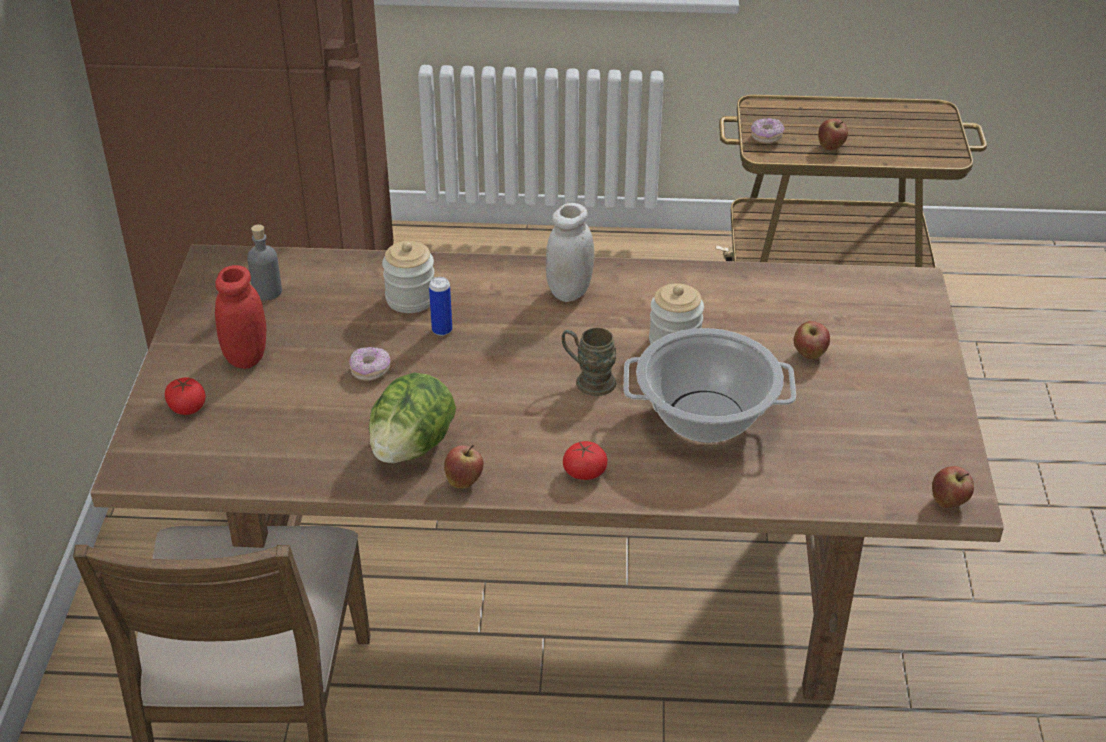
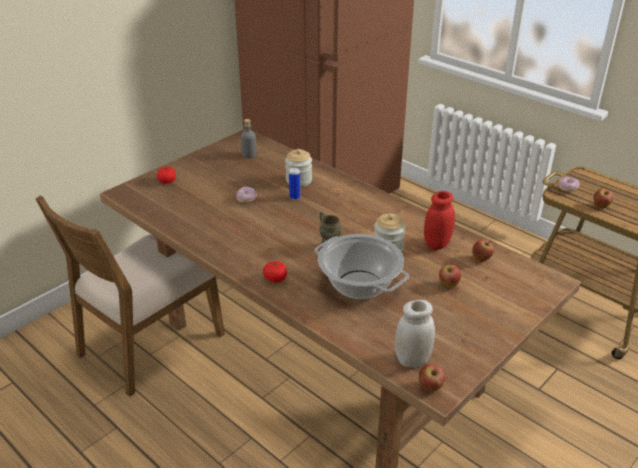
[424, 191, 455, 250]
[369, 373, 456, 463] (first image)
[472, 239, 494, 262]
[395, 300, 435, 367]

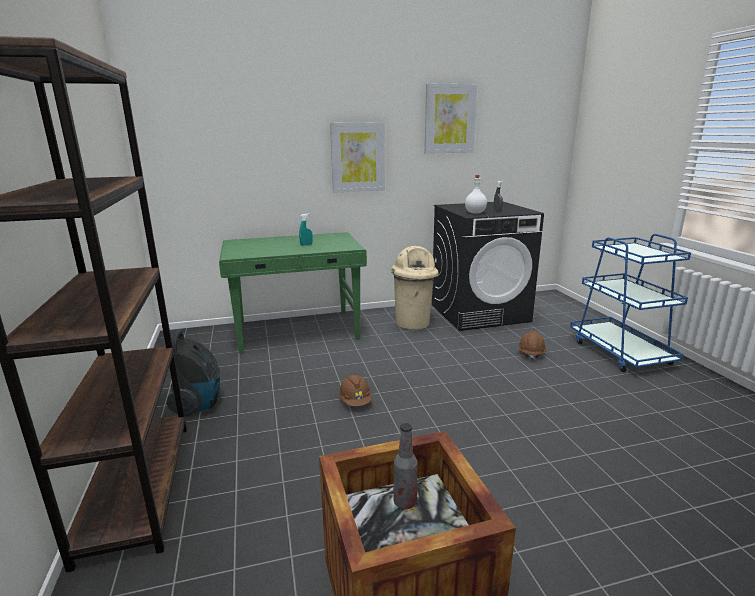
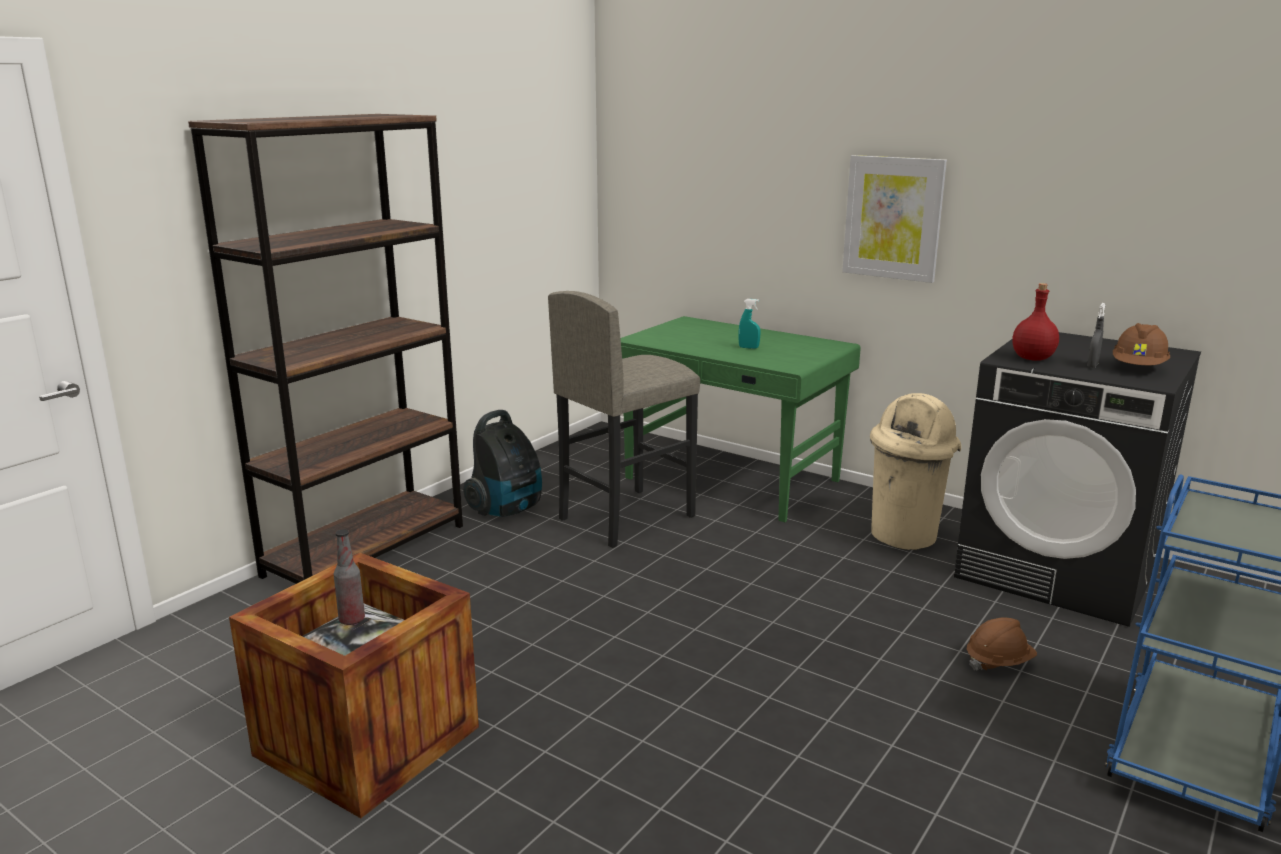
[1113, 323, 1170, 366]
[425, 84, 477, 154] (first image)
[1012, 283, 1059, 361]
[548, 291, 700, 548]

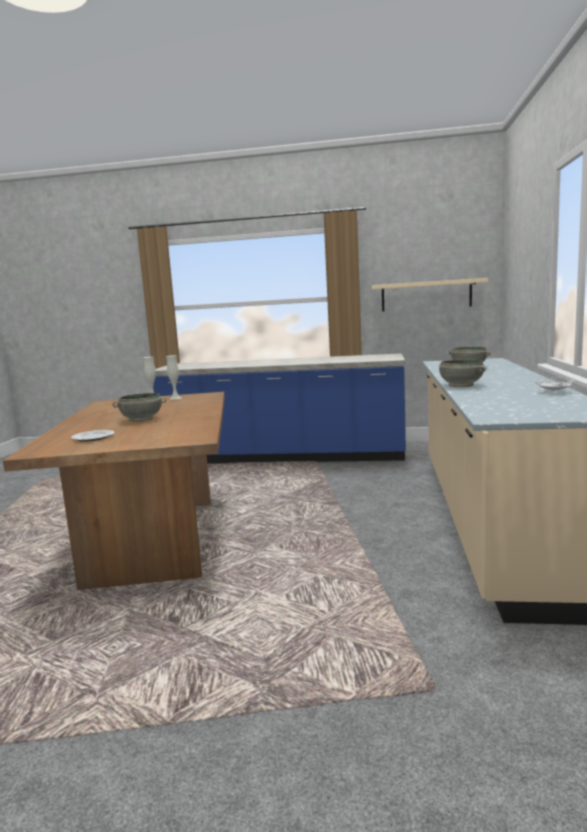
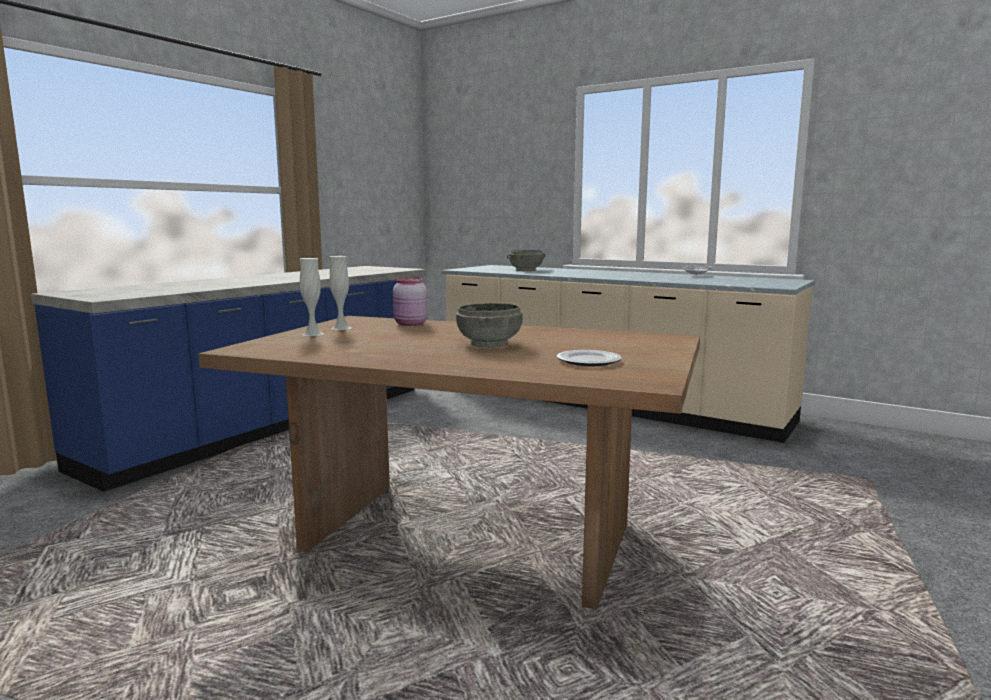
[372, 278, 488, 311] (first image)
[439, 359, 486, 387] (first image)
[393, 277, 428, 326]

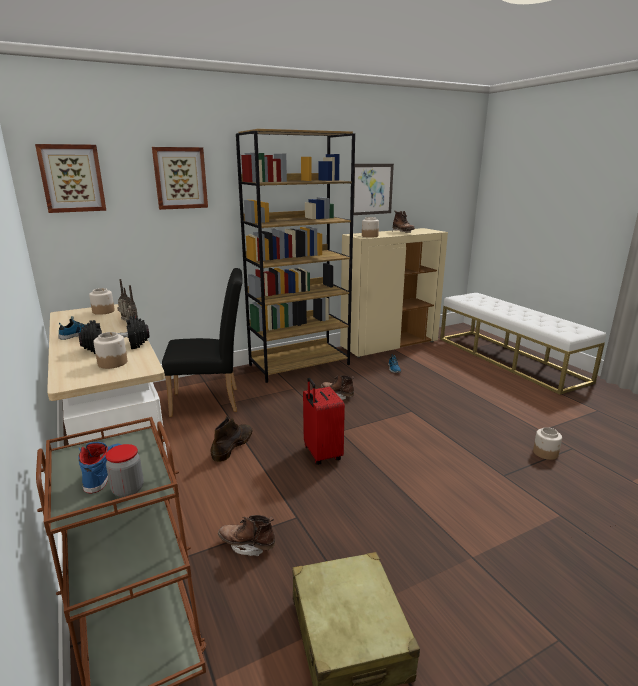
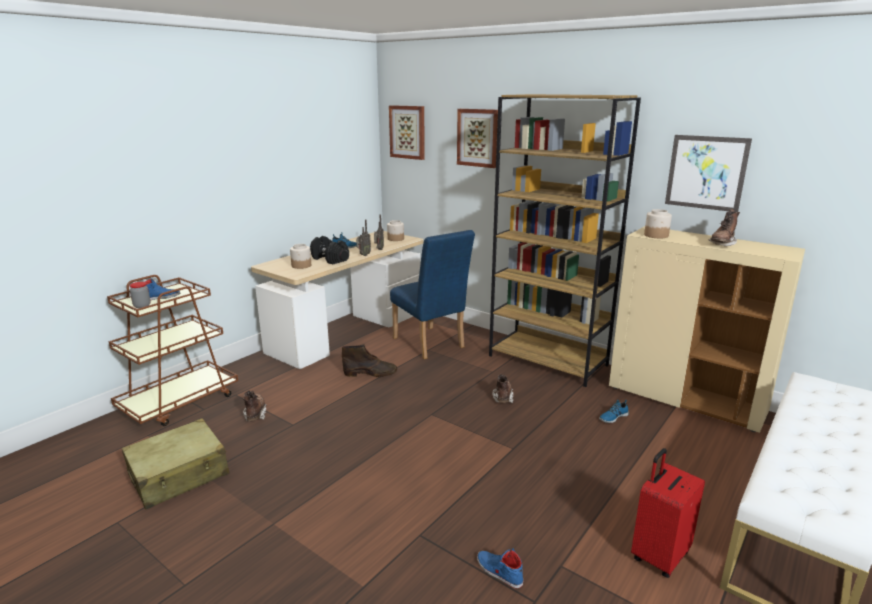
[390, 230, 475, 359]
[631, 448, 705, 578]
[477, 548, 524, 588]

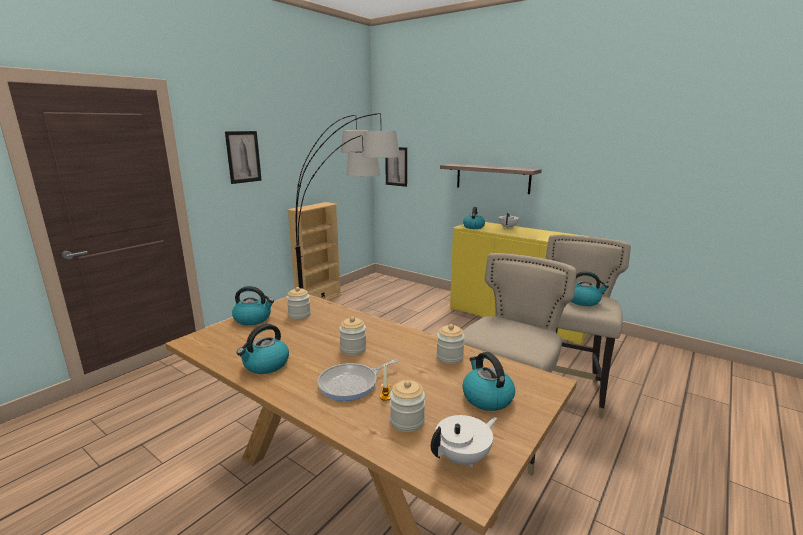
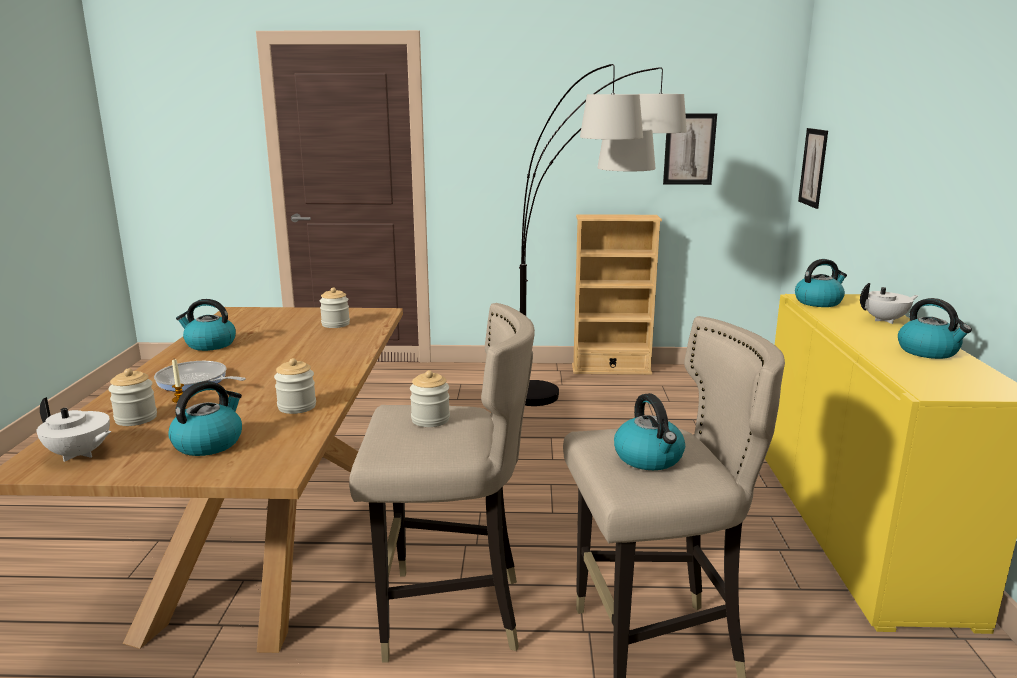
[663, 113, 717, 185]
[898, 298, 972, 359]
[410, 370, 450, 427]
[440, 164, 542, 194] (first image)

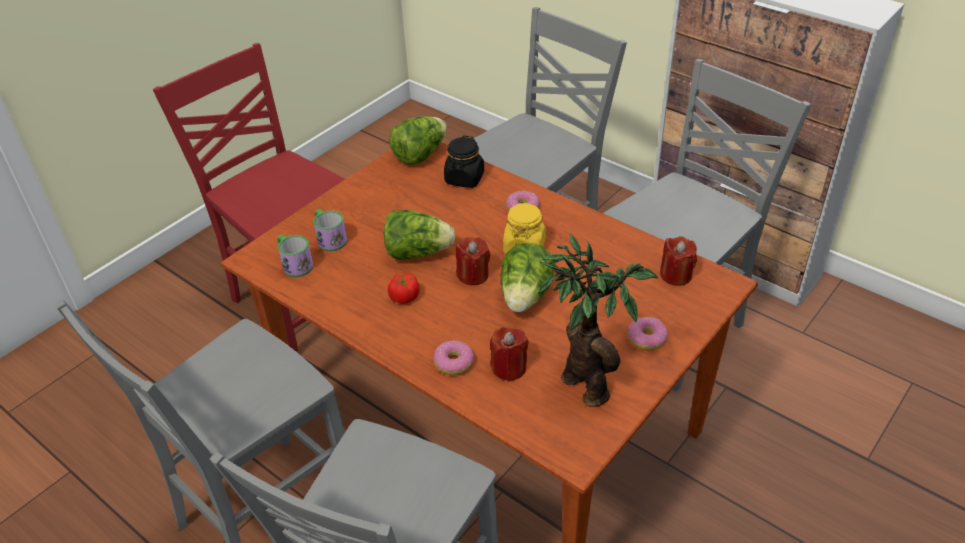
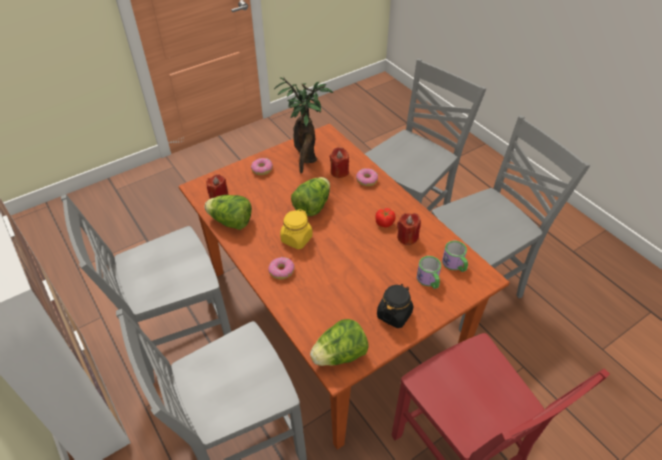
[204, 195, 252, 230]
[377, 284, 414, 328]
[397, 213, 421, 245]

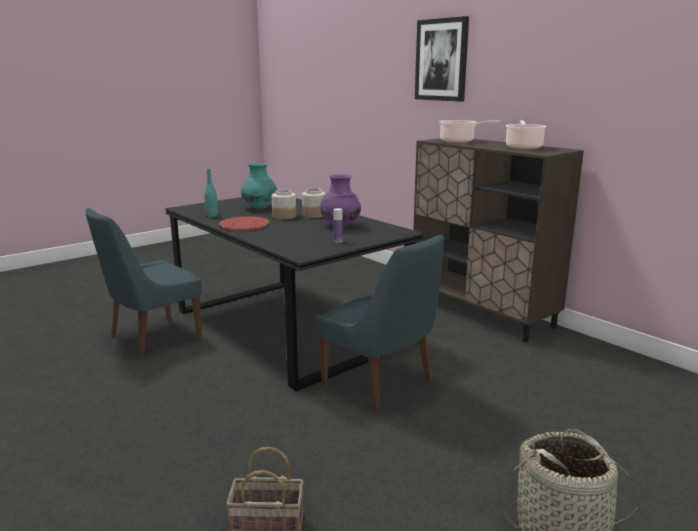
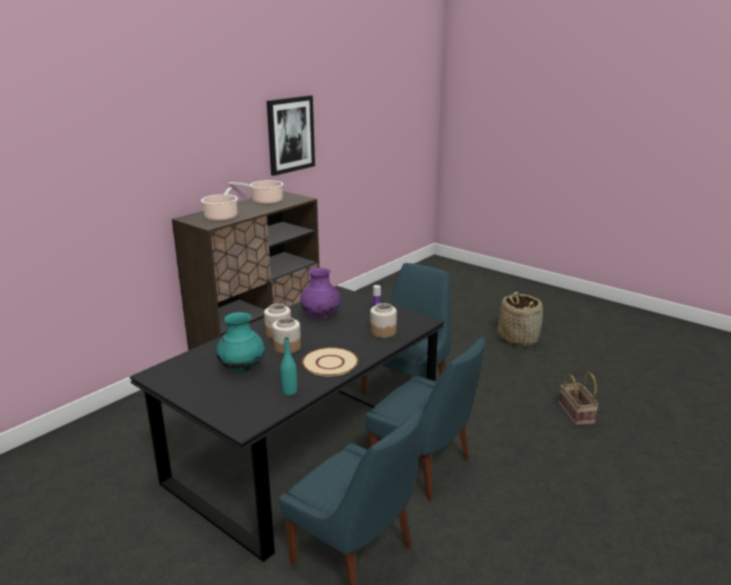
[302, 347, 358, 377]
[267, 95, 315, 176]
[365, 337, 486, 500]
[370, 303, 397, 338]

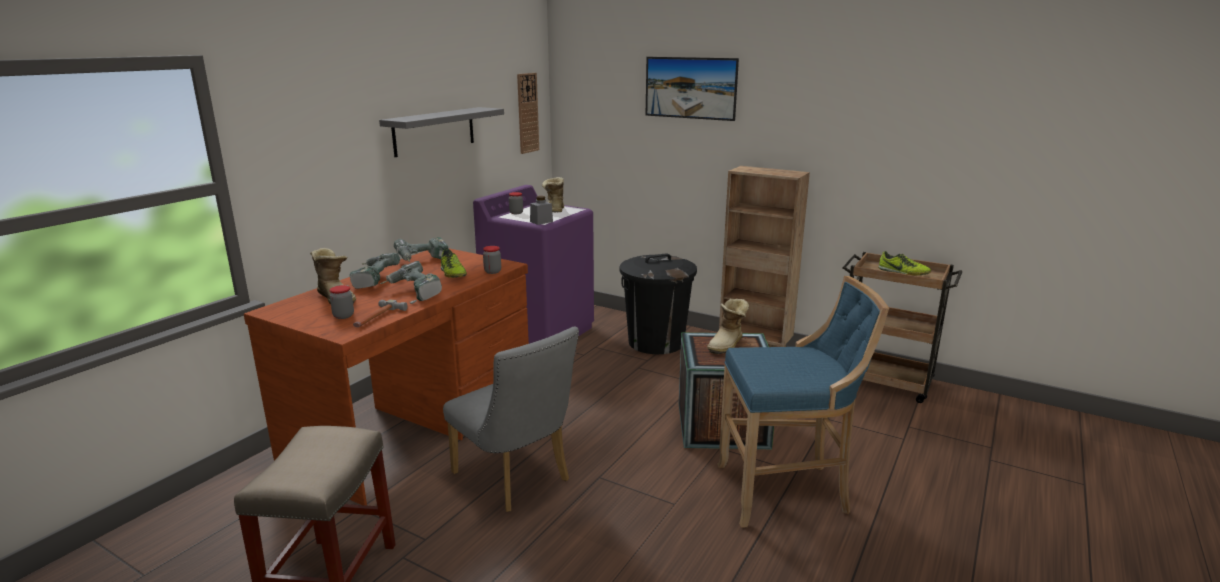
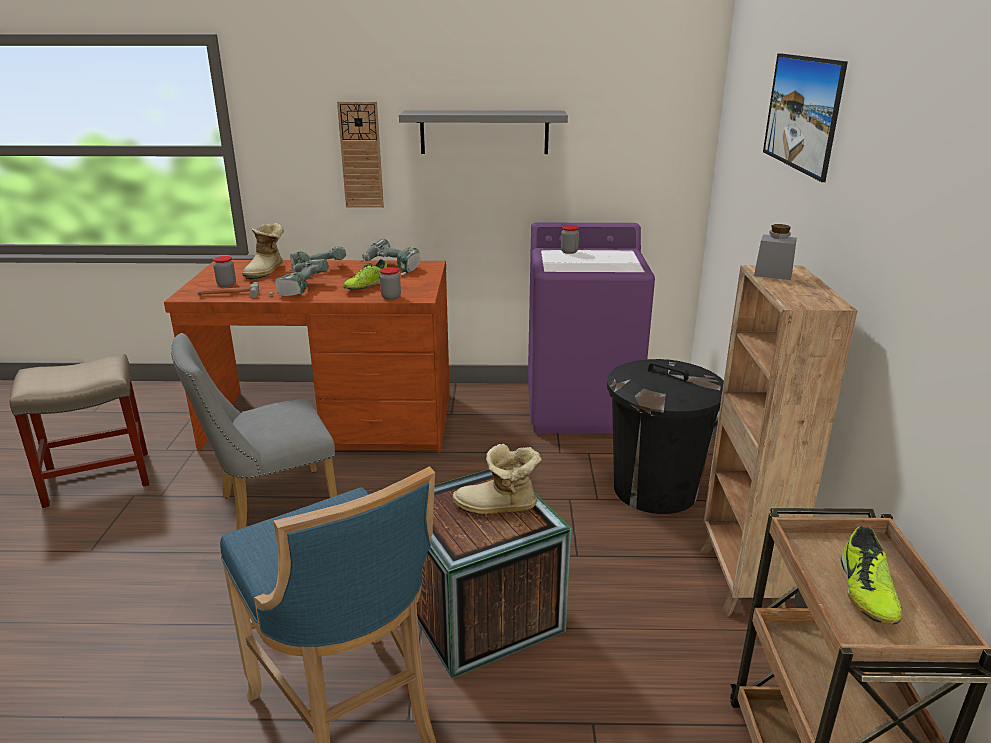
[171, 333, 337, 530]
[337, 101, 384, 208]
[754, 224, 797, 280]
[542, 177, 564, 213] (first image)

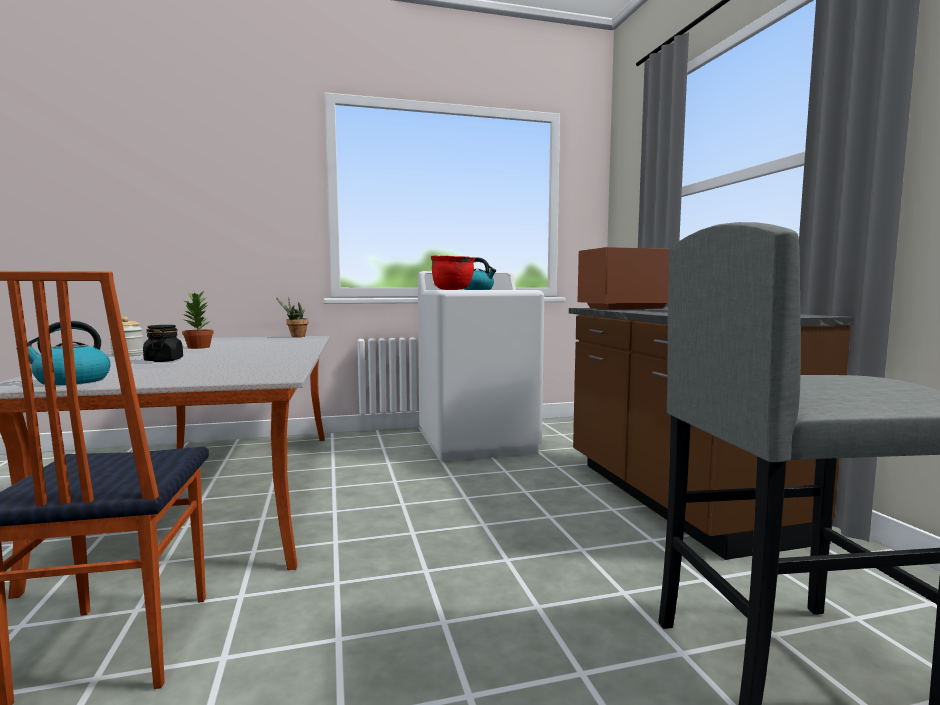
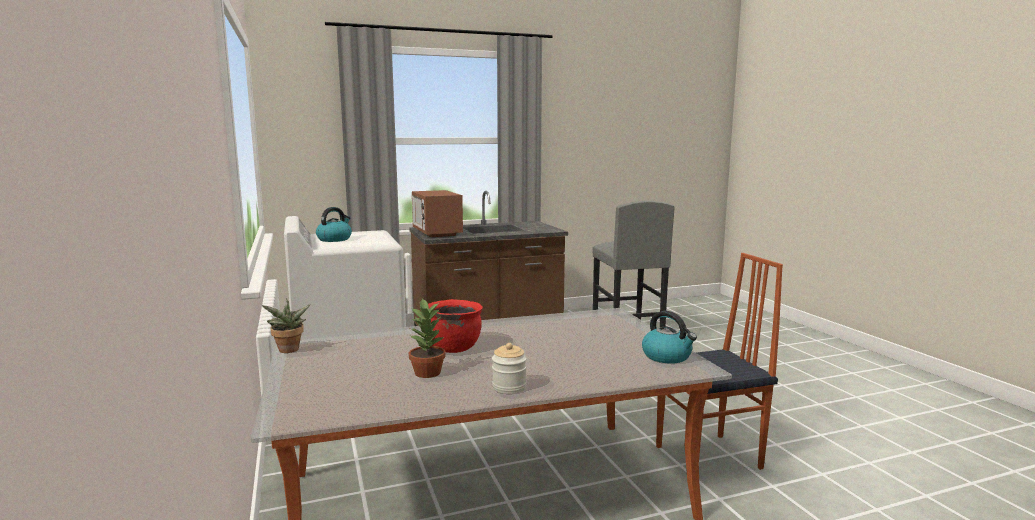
[143, 325, 183, 362] (first image)
[428, 299, 483, 353]

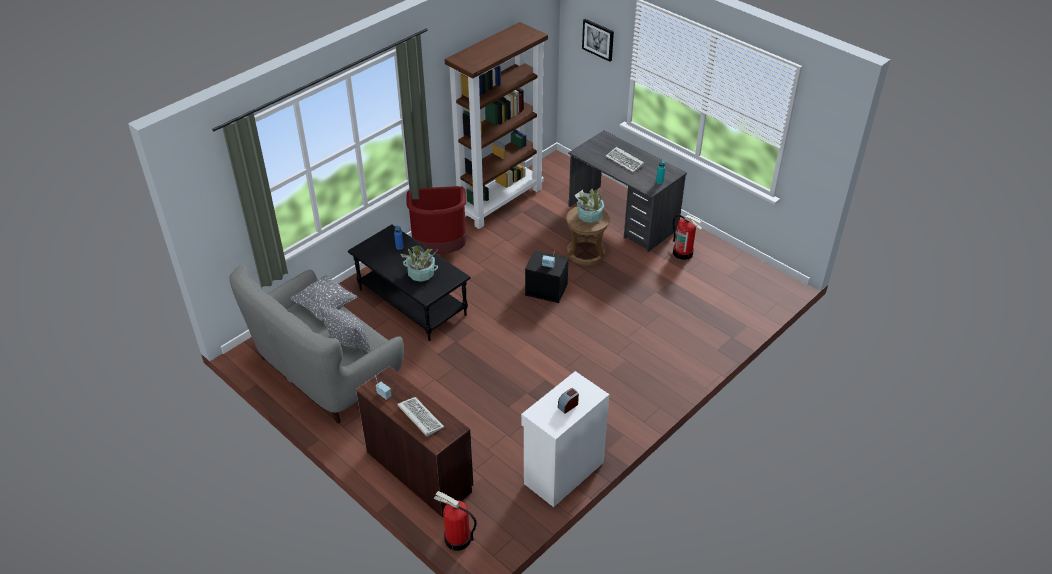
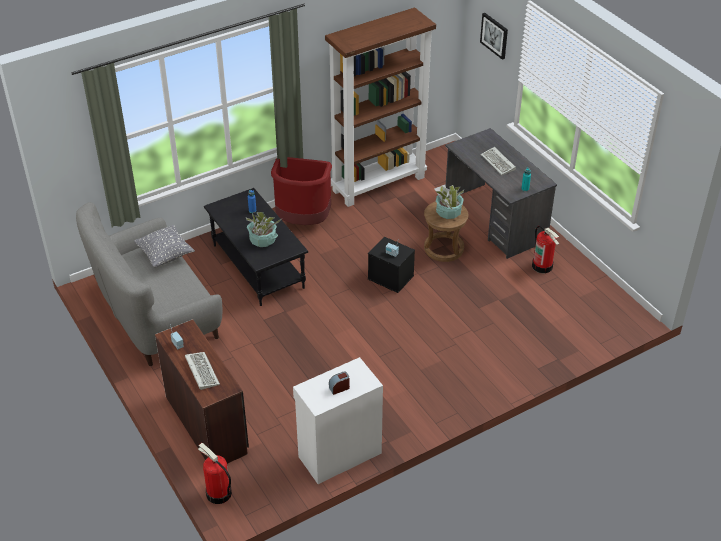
[319, 305, 372, 351] (first image)

